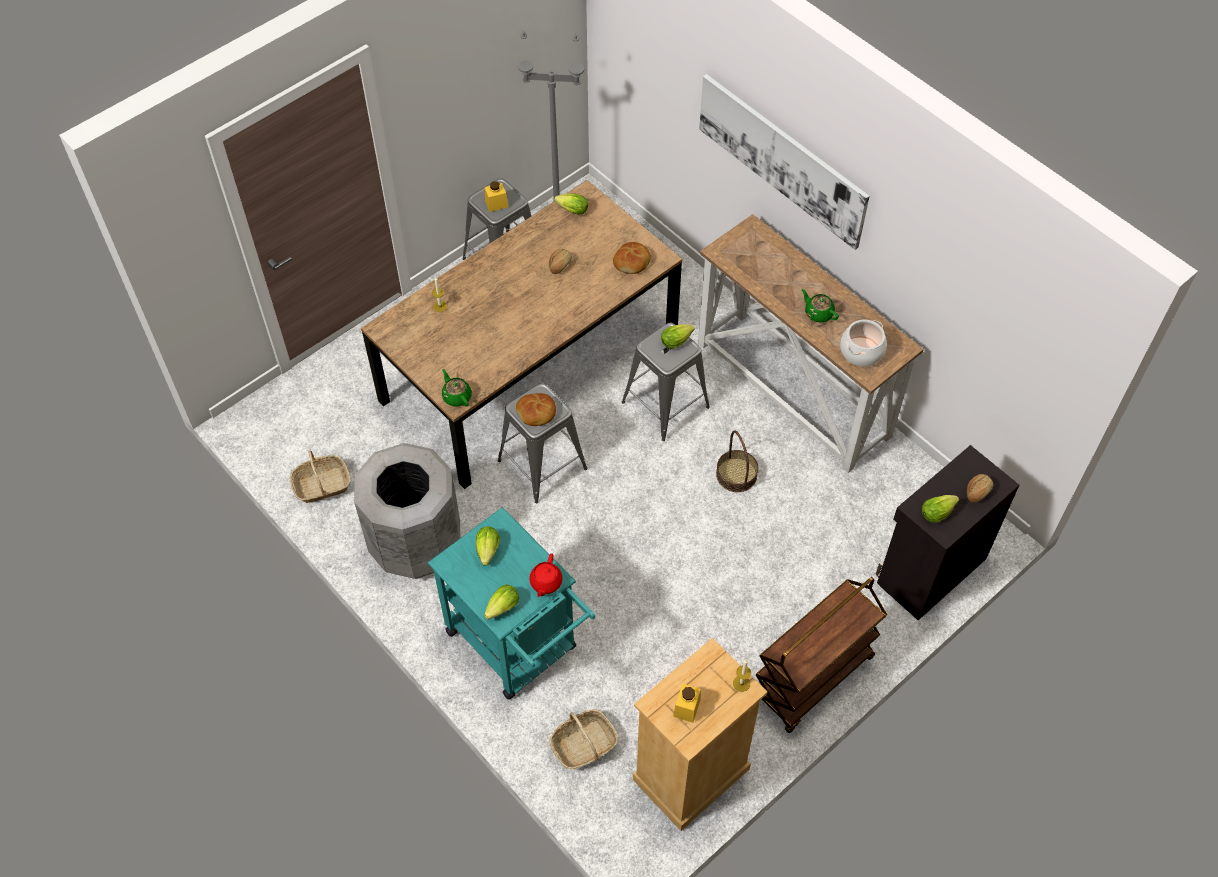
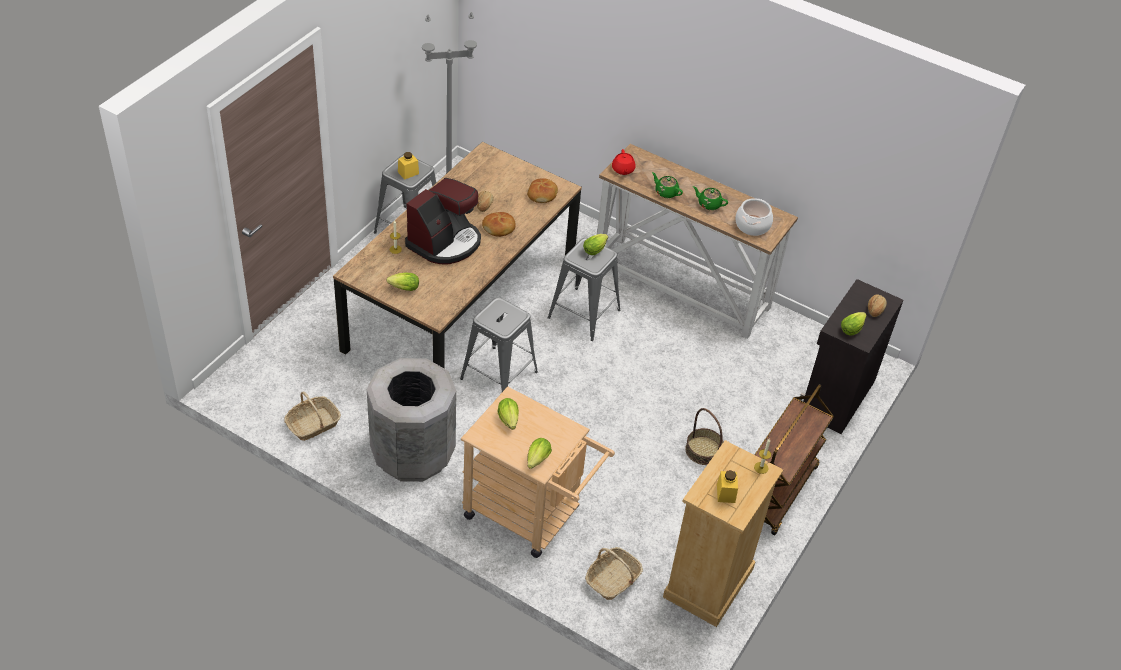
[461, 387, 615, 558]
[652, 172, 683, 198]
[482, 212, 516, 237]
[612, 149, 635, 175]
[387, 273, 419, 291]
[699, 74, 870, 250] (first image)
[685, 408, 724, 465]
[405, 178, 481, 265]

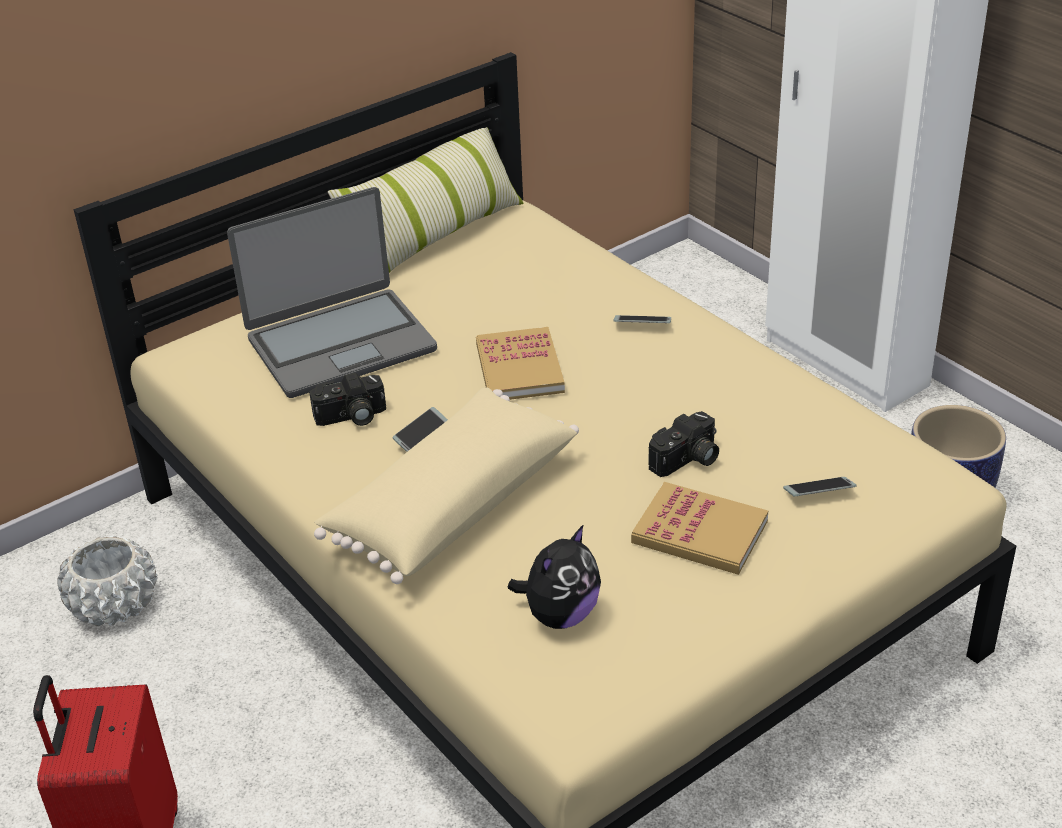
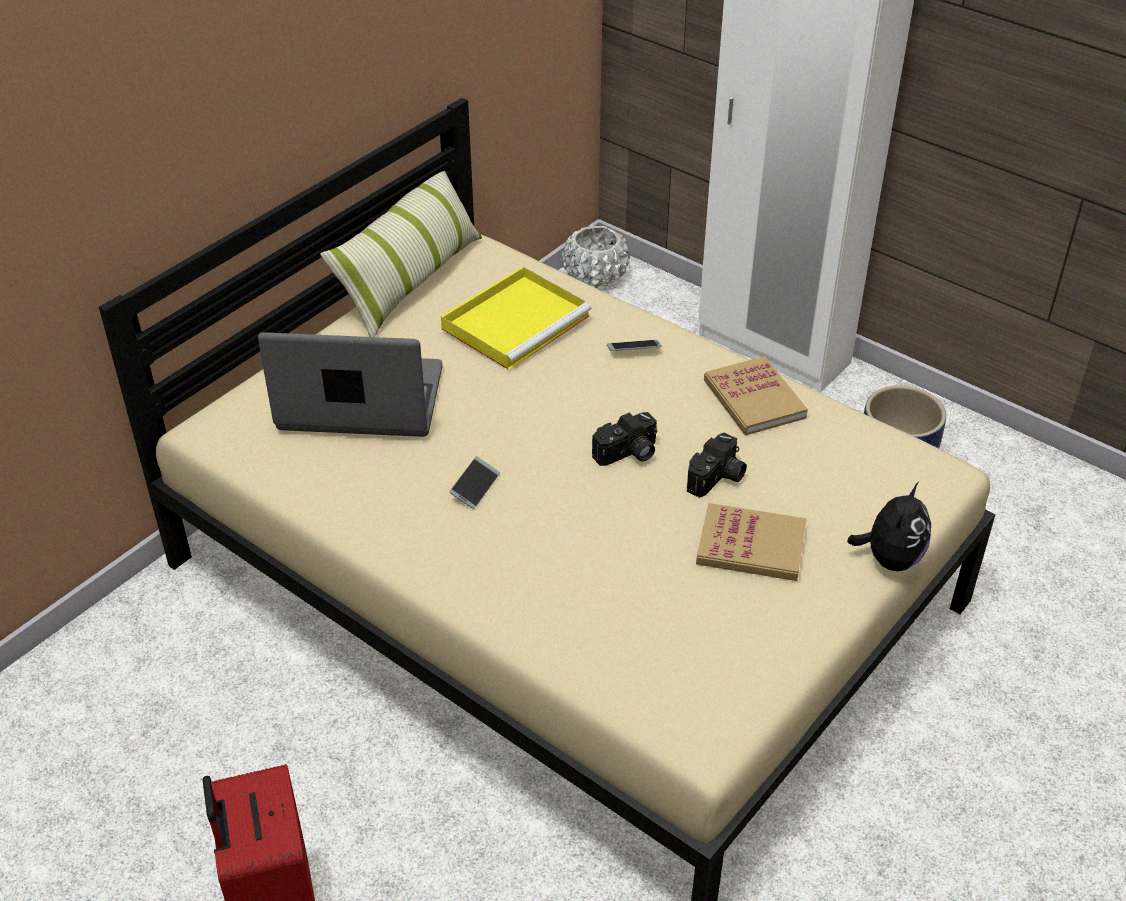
[561, 226, 630, 288]
[258, 332, 442, 437]
[592, 412, 657, 466]
[314, 387, 579, 584] (first image)
[704, 356, 808, 435]
[847, 482, 931, 571]
[783, 477, 856, 496] (first image)
[441, 266, 592, 370]

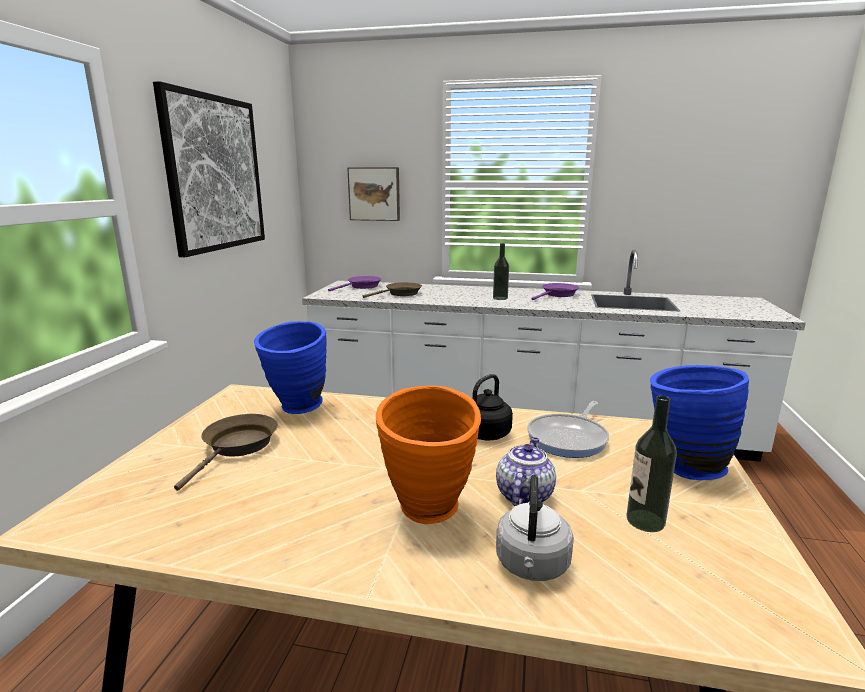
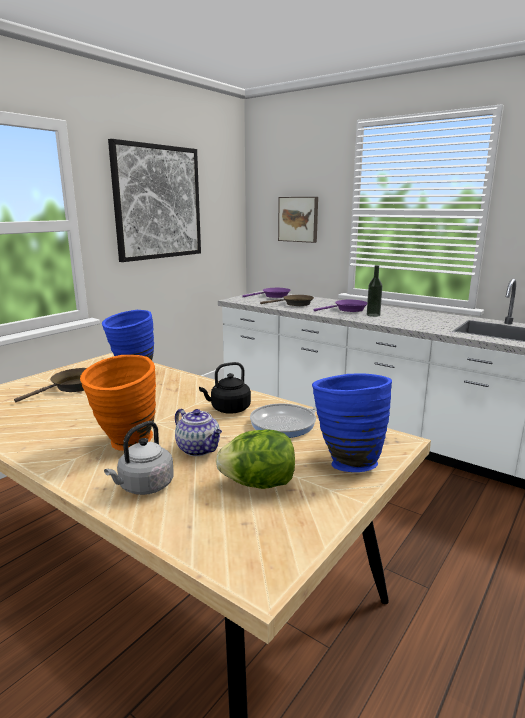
[175, 409, 222, 456]
[313, 300, 367, 312]
[216, 429, 295, 489]

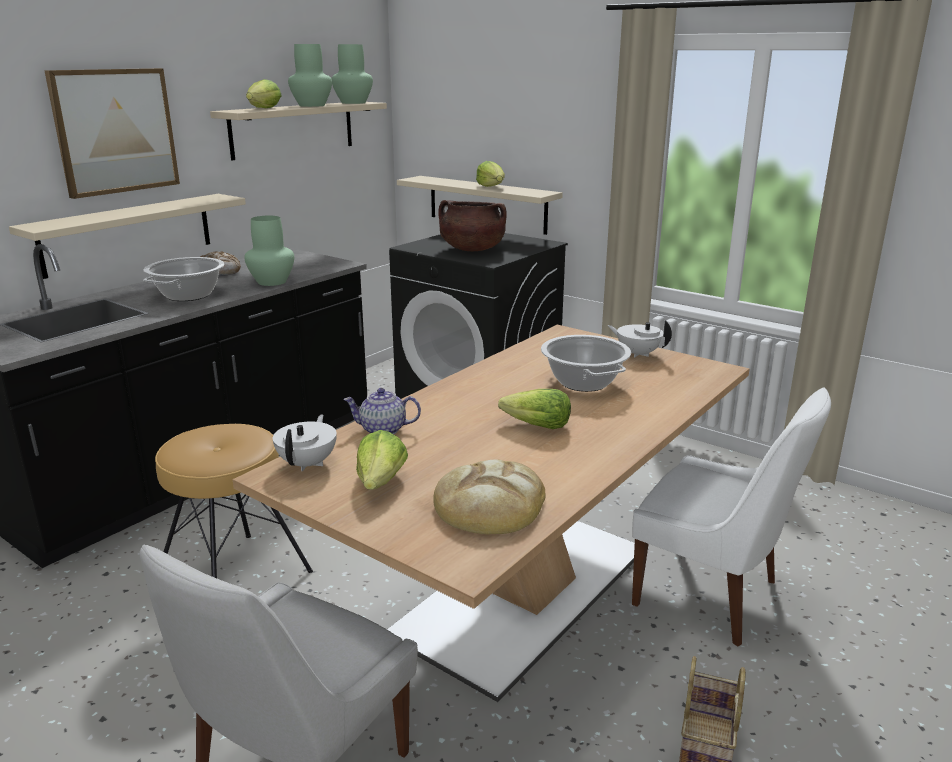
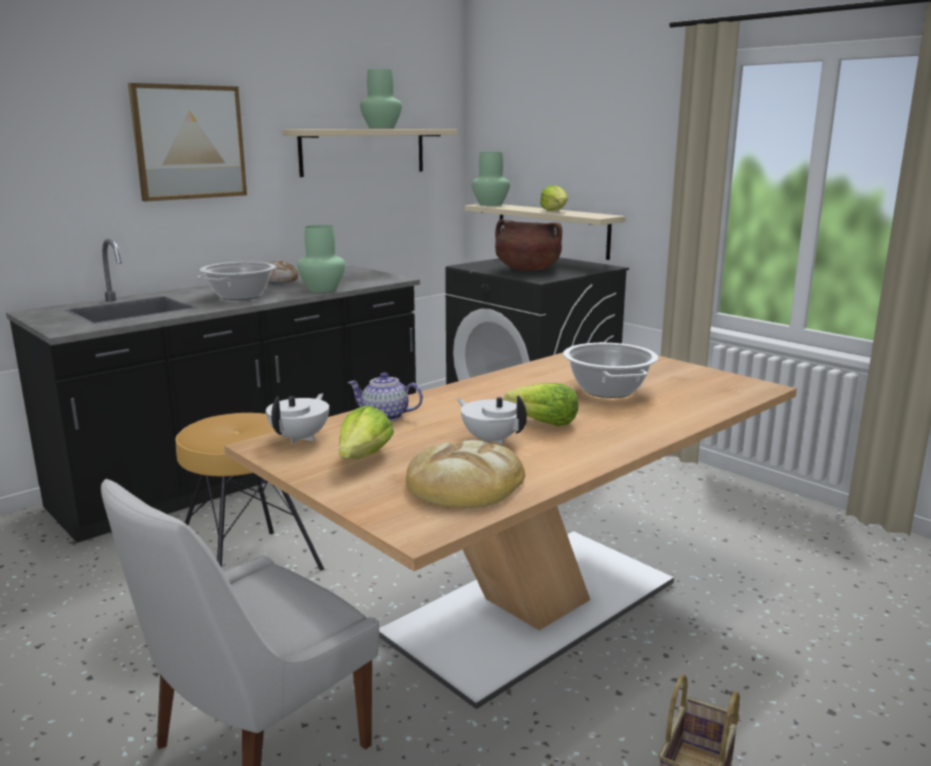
[9, 194, 246, 279] (first image)
[246, 79, 282, 108] (first image)
[472, 152, 510, 206]
[457, 395, 527, 444]
[632, 387, 831, 646] (first image)

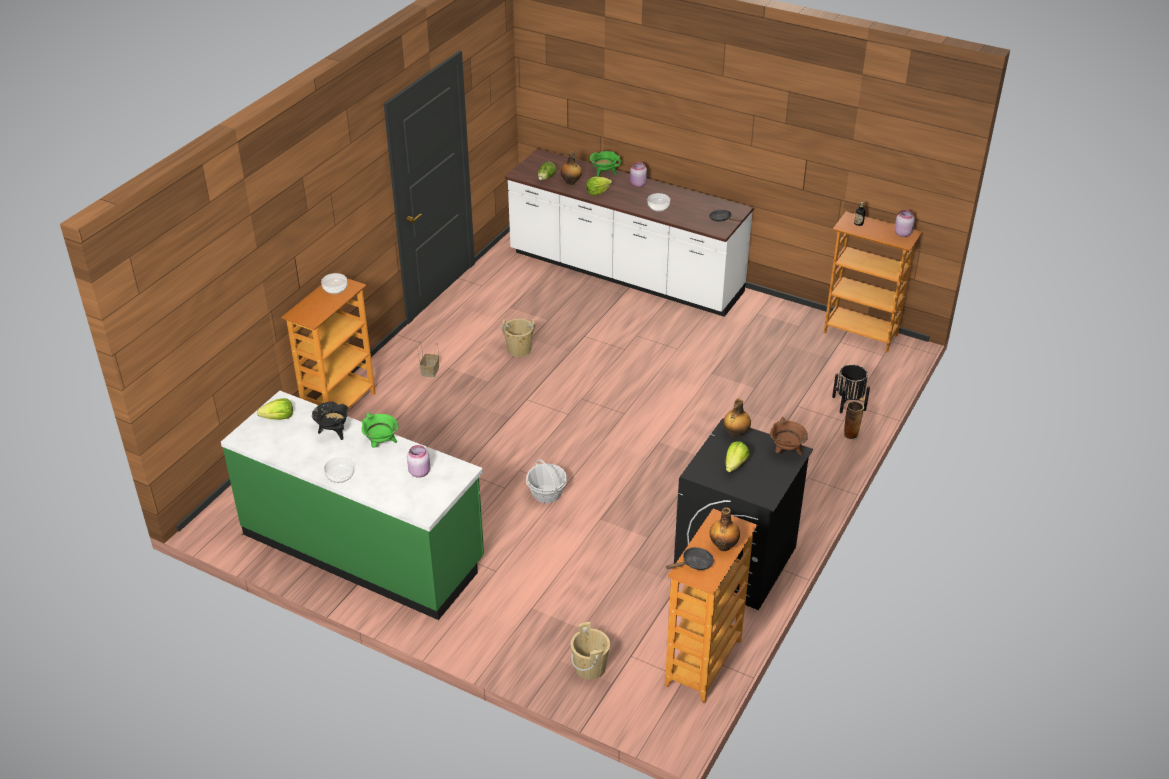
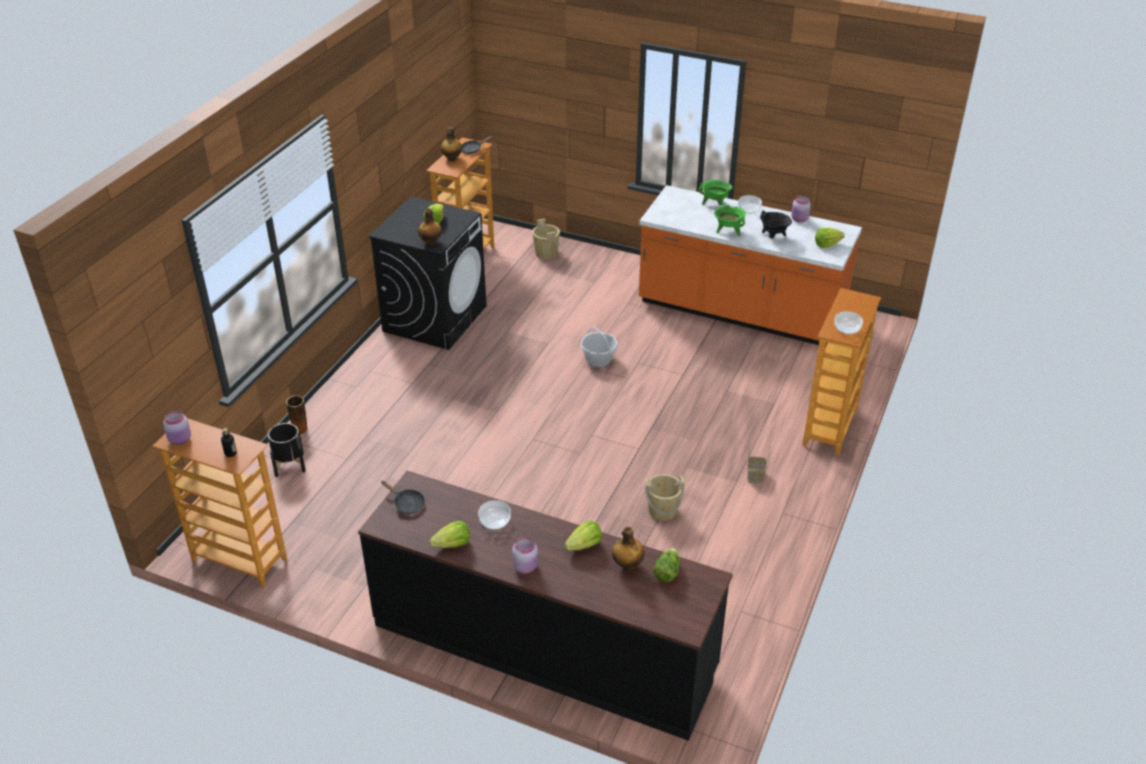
[639, 185, 862, 345]
[791, 195, 811, 222]
[358, 471, 733, 741]
[699, 180, 732, 205]
[770, 417, 808, 455] (first image)
[430, 521, 470, 548]

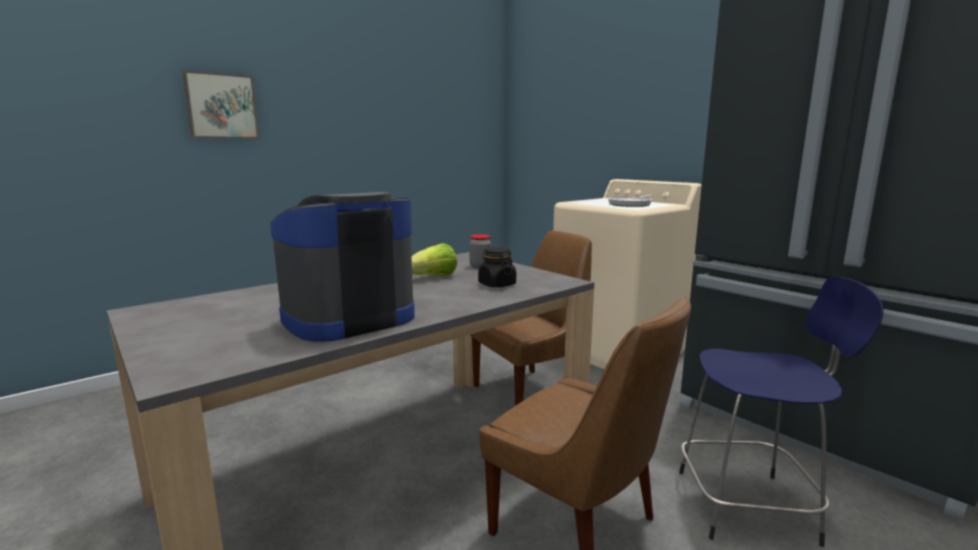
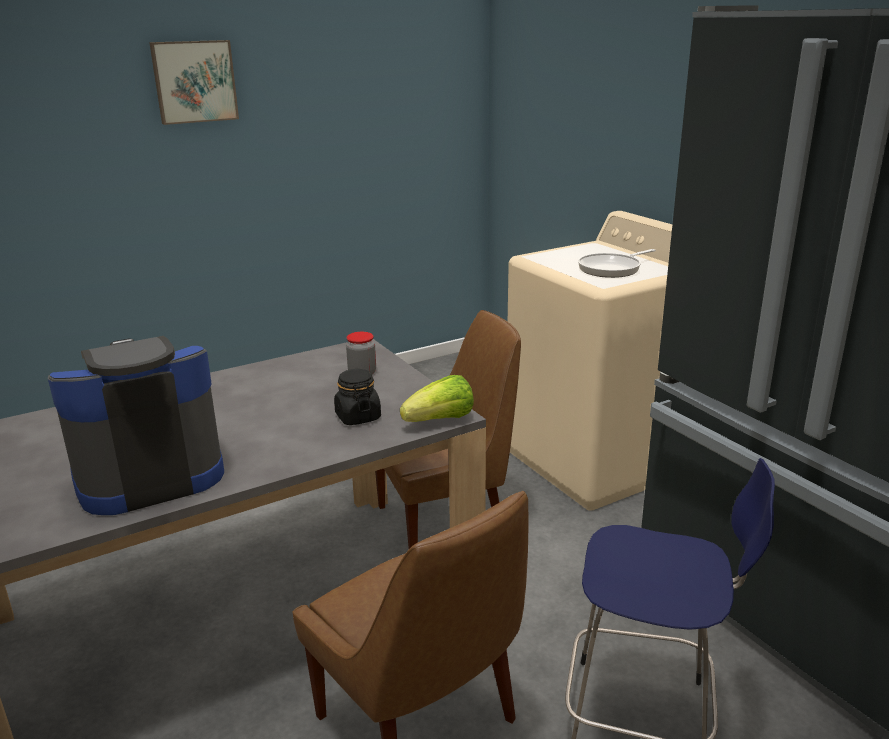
[149, 40, 239, 125]
[400, 375, 474, 422]

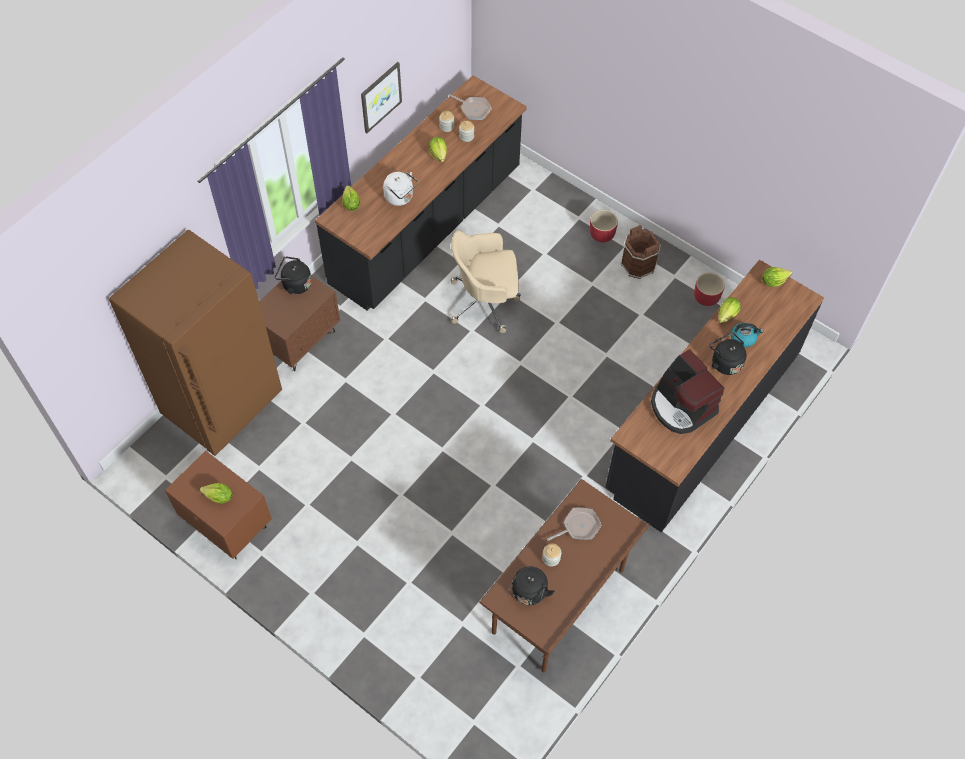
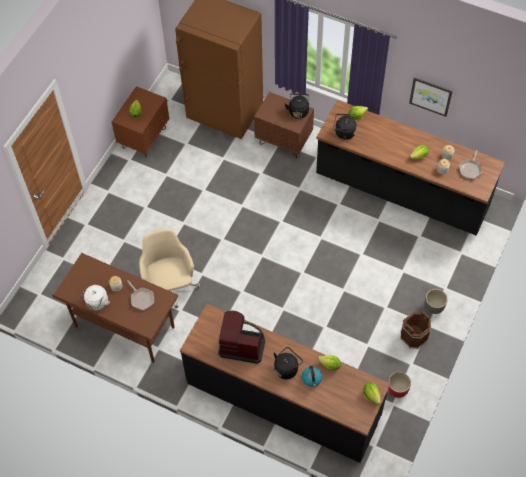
[79, 285, 110, 310]
[139, 229, 200, 308]
[333, 114, 357, 140]
[424, 289, 447, 314]
[218, 311, 265, 364]

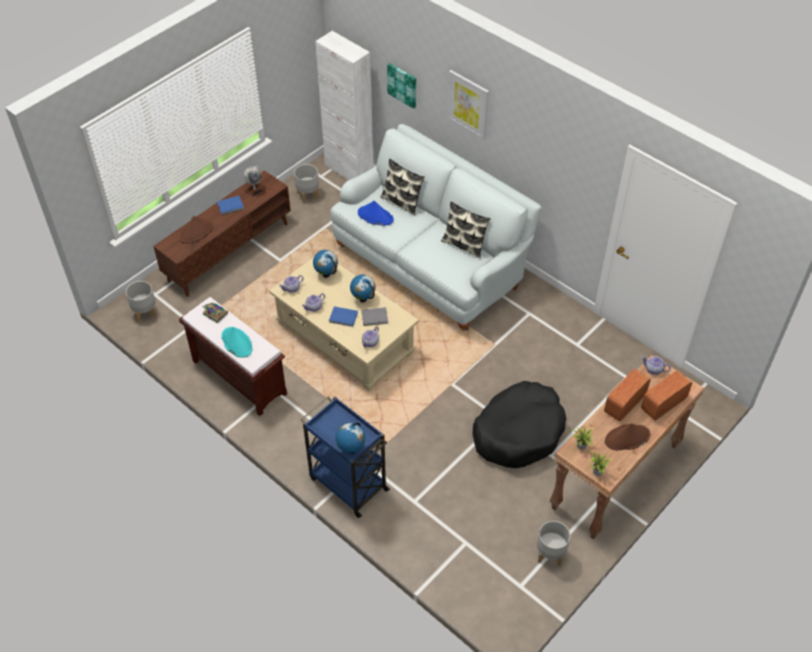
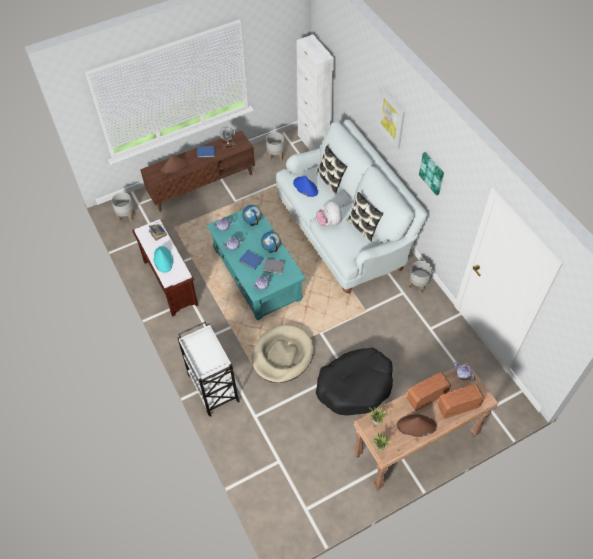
[207, 204, 306, 320]
[178, 321, 240, 417]
[336, 423, 365, 454] (first image)
[419, 152, 444, 196]
[409, 261, 433, 294]
[252, 324, 314, 383]
[316, 201, 342, 226]

